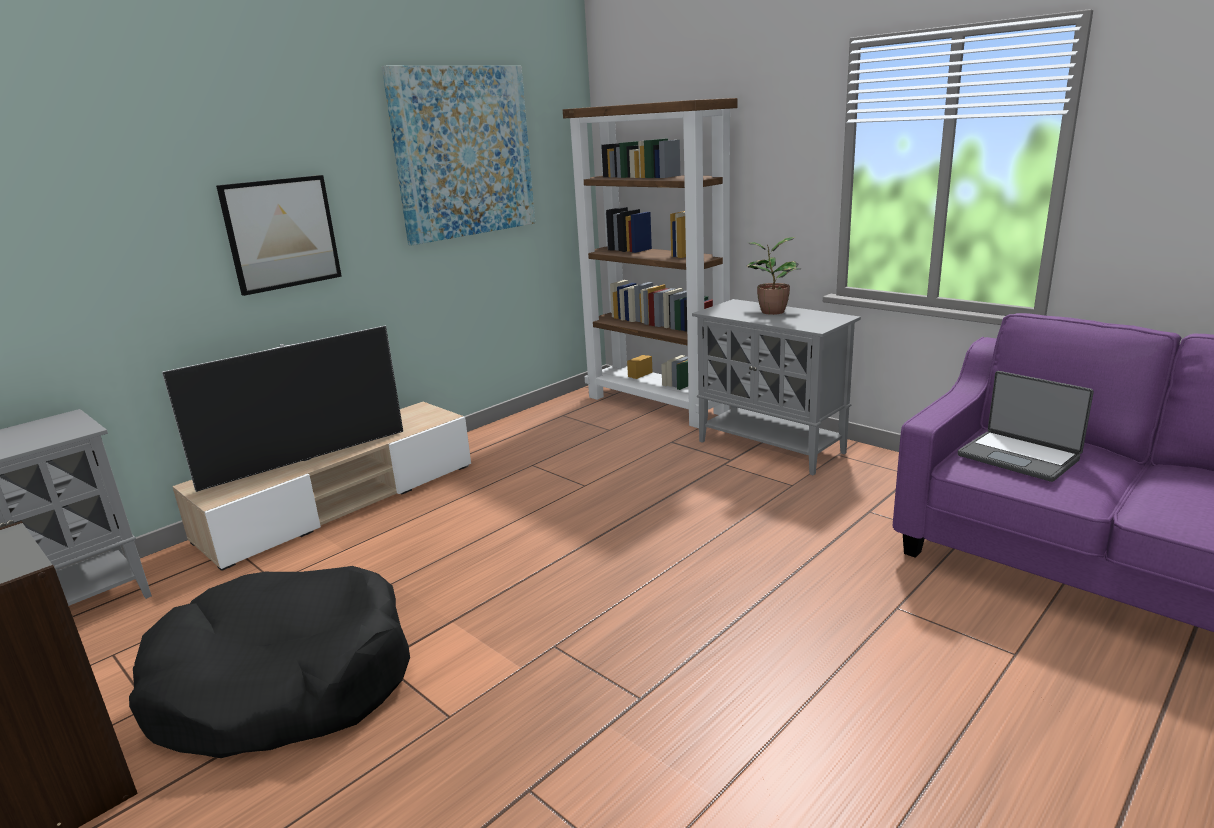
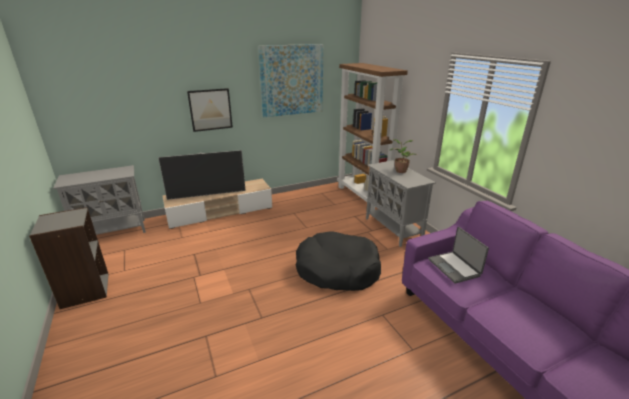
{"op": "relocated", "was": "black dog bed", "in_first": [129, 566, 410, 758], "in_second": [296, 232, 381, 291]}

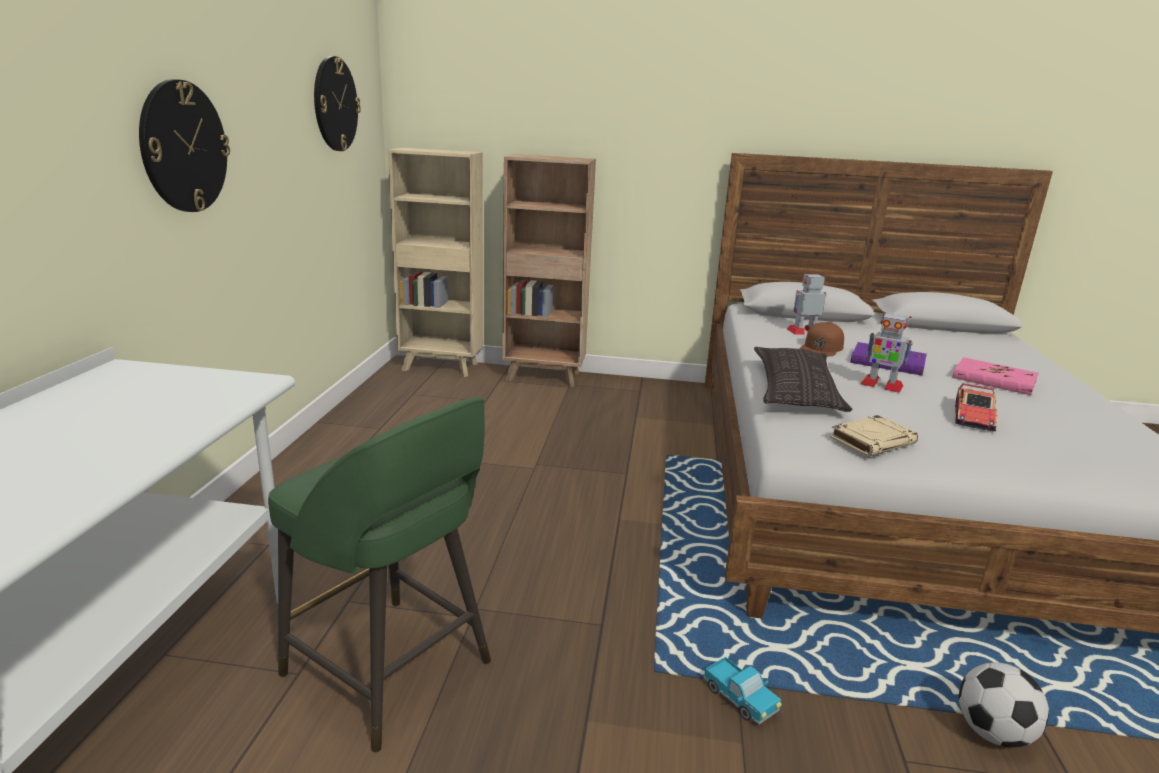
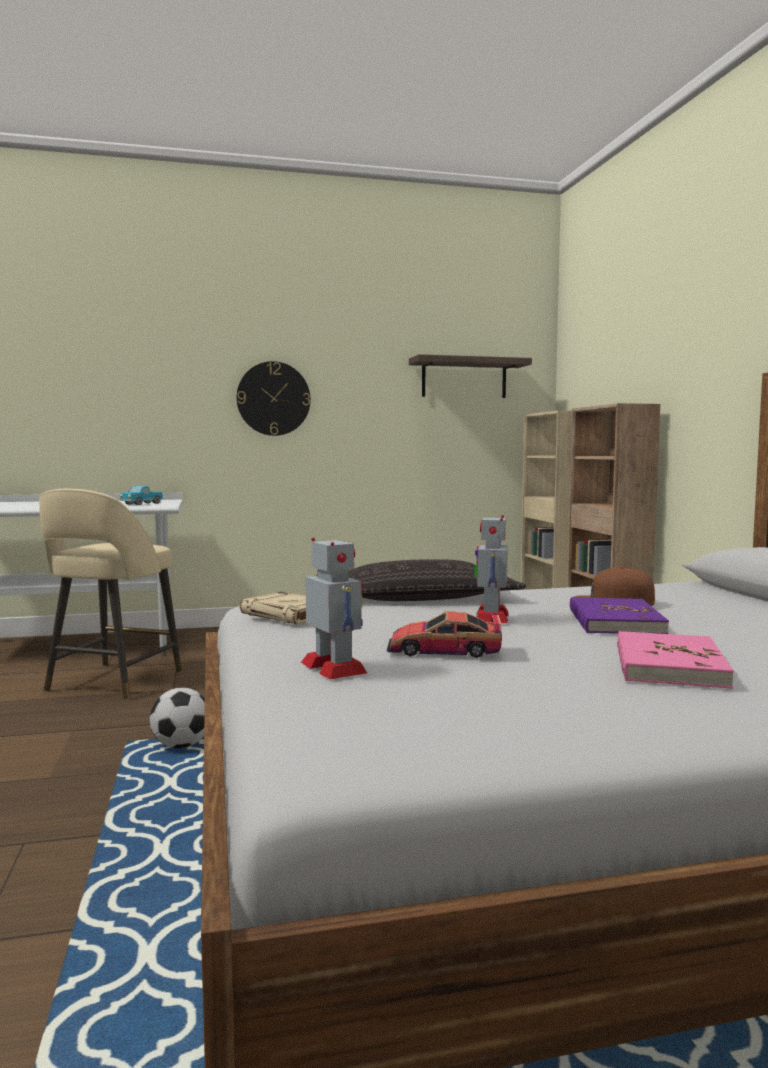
{"op": "colour", "was": "green stool", "now": "beige stool", "in_first": [268, 397, 491, 753], "in_second": [39, 489, 182, 700]}
{"op": "exchanged", "was": "wall clock", "now": "shelf", "in_first": [314, 56, 361, 151], "in_second": [409, 354, 532, 398]}
{"op": "relocated", "was": "toy truck", "in_first": [703, 657, 782, 725], "in_second": [120, 486, 163, 505]}
{"op": "relocated", "was": "toy robot", "in_first": [787, 274, 827, 335], "in_second": [301, 538, 367, 680]}
{"op": "relocated", "was": "football", "in_first": [959, 662, 1049, 747], "in_second": [150, 688, 205, 748]}

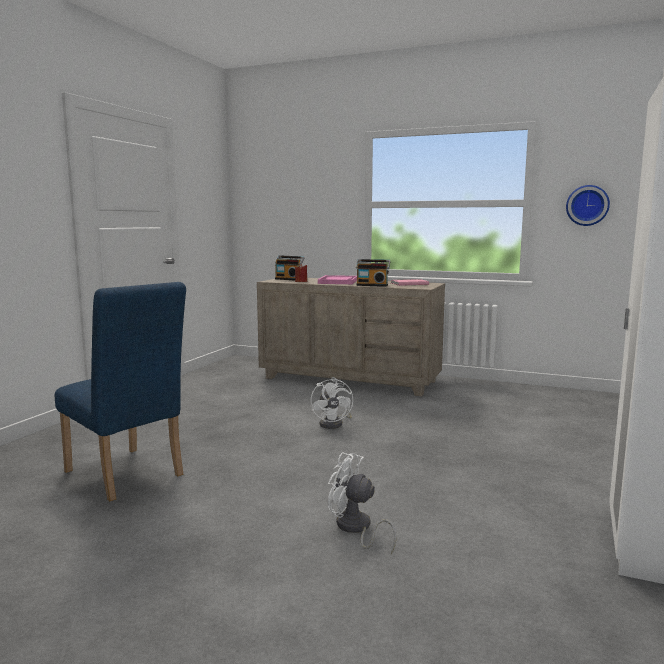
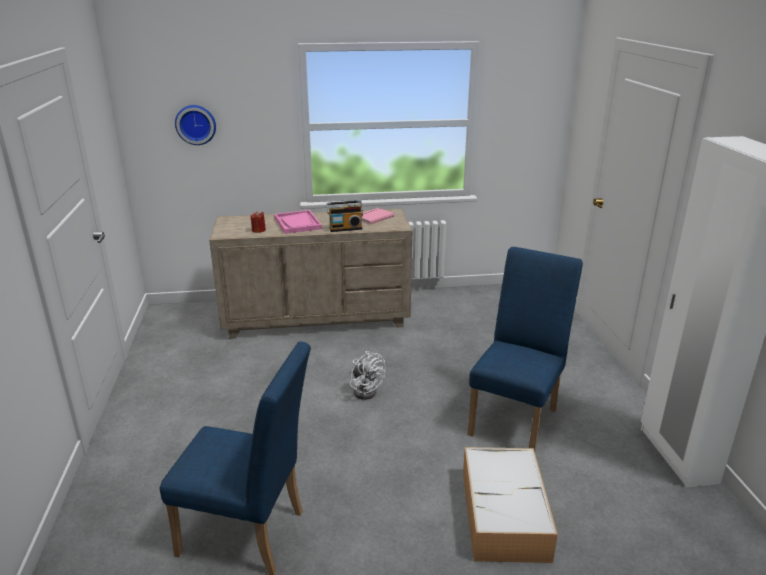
{"op": "missing", "was": "radio", "in_first": [275, 256, 305, 280]}
{"op": "exchanged", "was": "white fan", "now": "storage box", "in_first": [328, 452, 397, 555], "in_second": [463, 447, 558, 563]}
{"op": "relocated", "was": "wall clock", "in_first": [566, 185, 610, 226], "in_second": [175, 105, 216, 145]}
{"op": "appeared", "now": "blue chair", "in_second": [467, 247, 583, 452]}

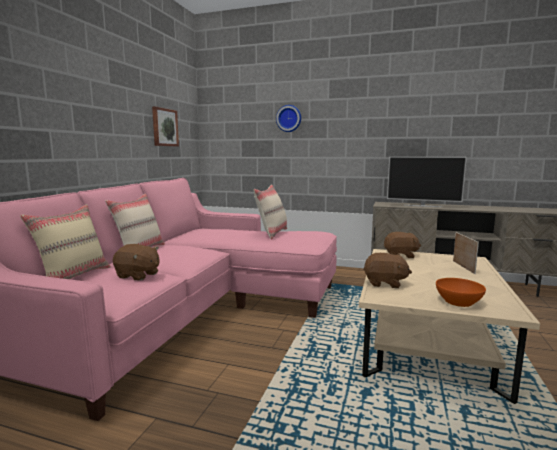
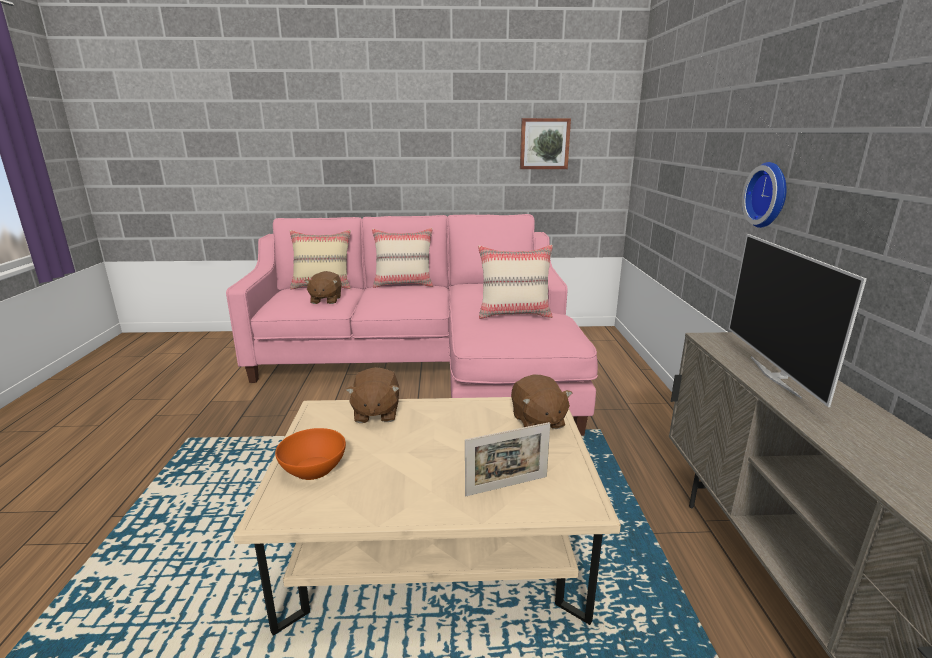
{"op": "relocated", "was": "wall clock", "in_first": [276, 105, 301, 132], "in_second": [742, 162, 787, 228]}

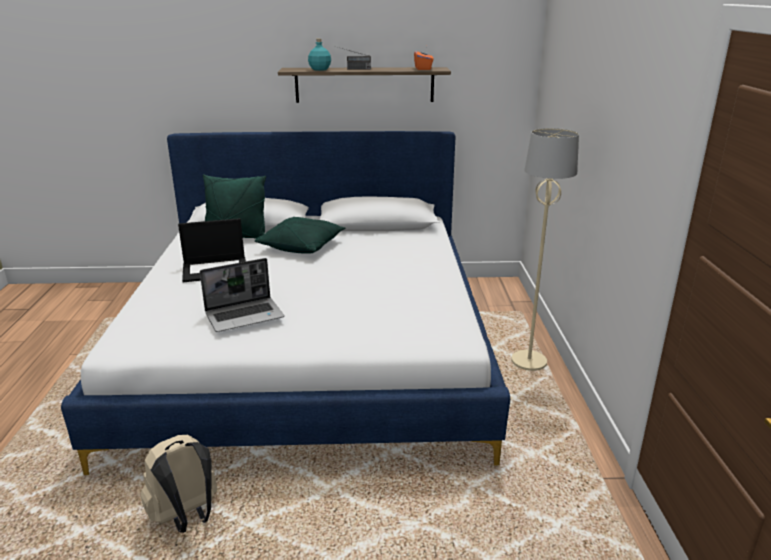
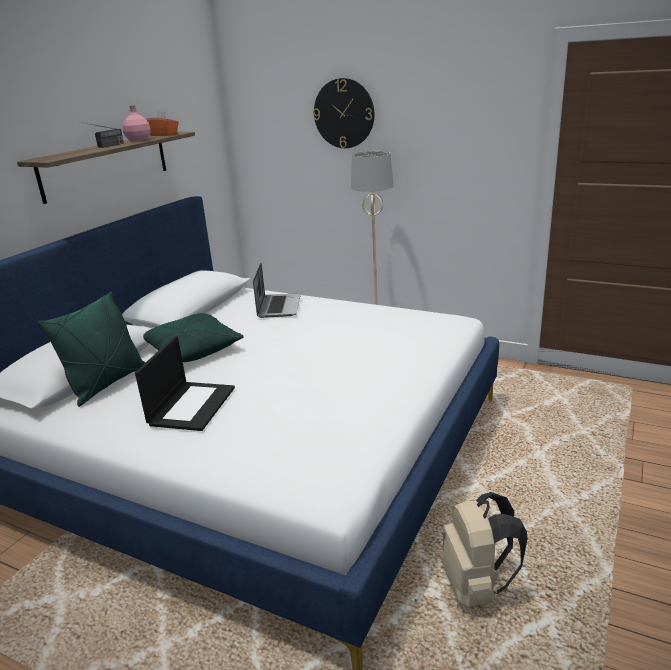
{"op": "relocated", "was": "laptop", "in_first": [200, 258, 284, 332], "in_second": [253, 263, 301, 318]}
{"op": "missing", "was": "turquoise bottle", "in_first": [308, 39, 331, 71]}
{"op": "appeared", "now": "pink bottle", "in_second": [122, 105, 151, 142]}
{"op": "appeared", "now": "wall clock", "in_second": [313, 78, 374, 148]}

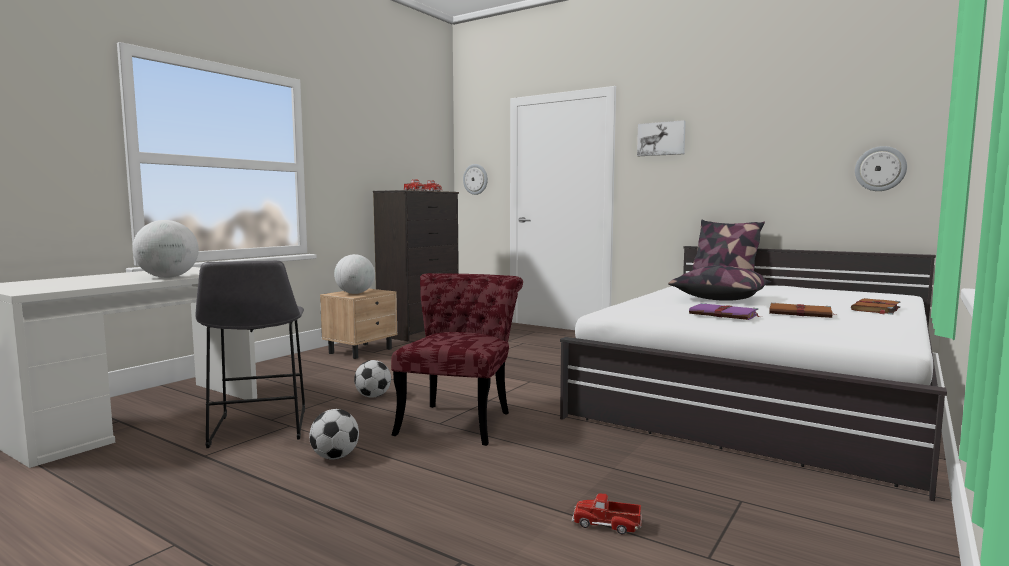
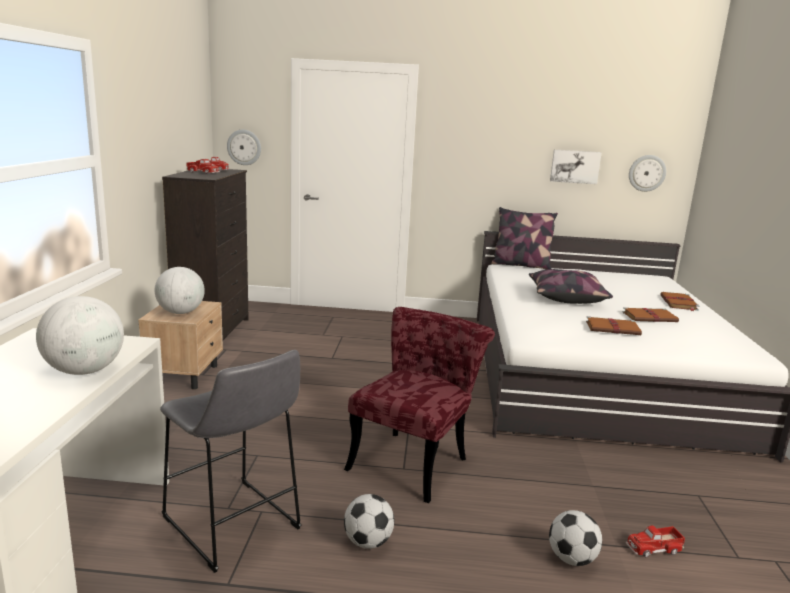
{"op": "relocated", "was": "football", "in_first": [354, 360, 391, 398], "in_second": [549, 510, 602, 566]}
{"op": "spun", "was": "red chair", "in_first": [391, 273, 523, 446], "in_second": [344, 307, 495, 503], "clockwise": 45}
{"op": "relocated", "was": "picture", "in_first": [637, 120, 686, 156], "in_second": [550, 150, 602, 184]}
{"op": "colour", "was": "purple book", "now": "brown book", "in_first": [689, 303, 761, 320], "in_second": [586, 316, 642, 335]}

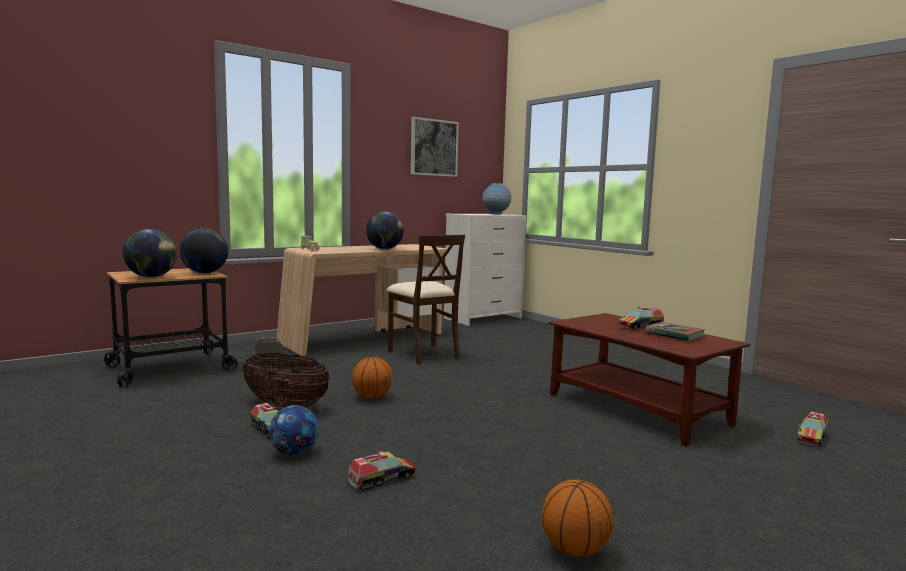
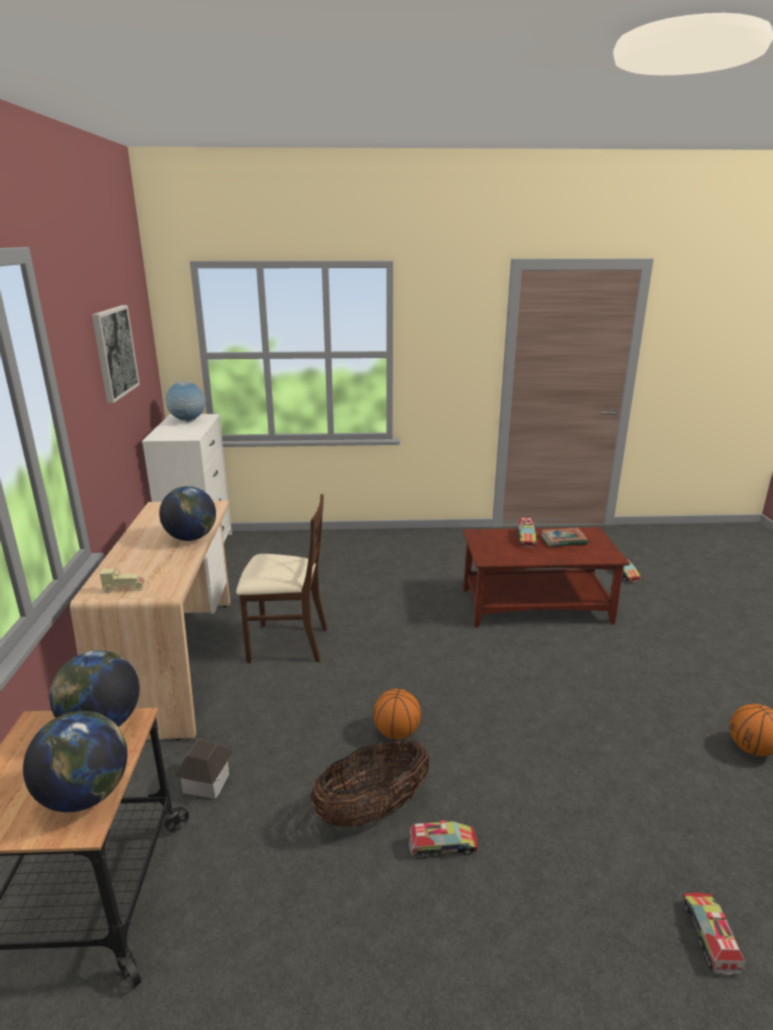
{"op": "missing", "was": "football", "in_first": [269, 405, 319, 455]}
{"op": "relocated", "was": "toy truck", "in_first": [348, 451, 416, 491], "in_second": [683, 892, 745, 976]}

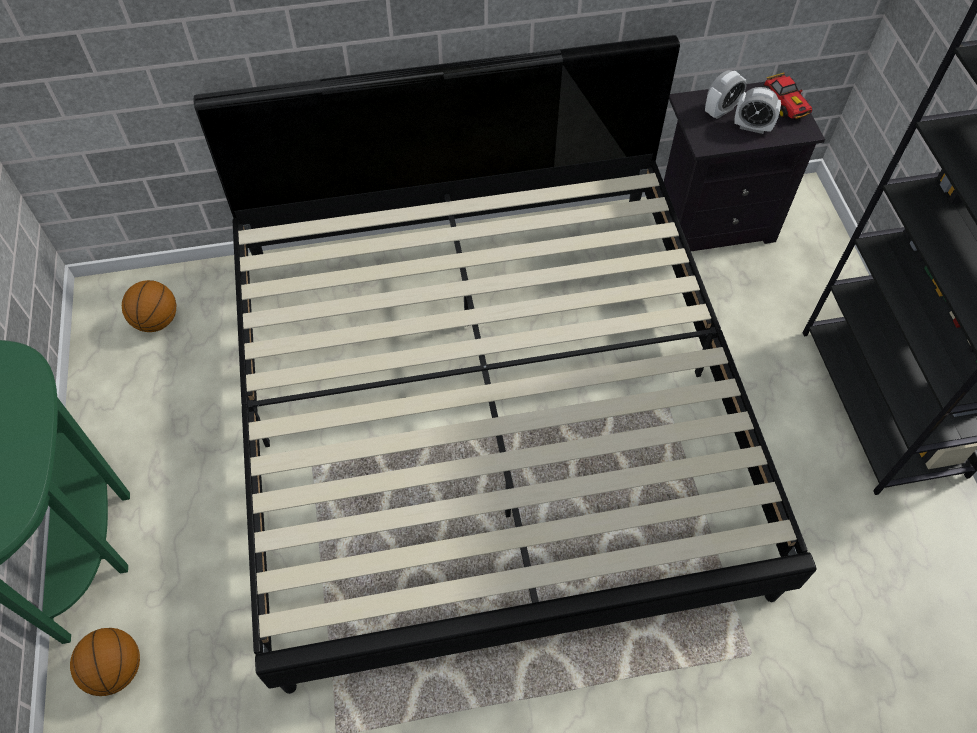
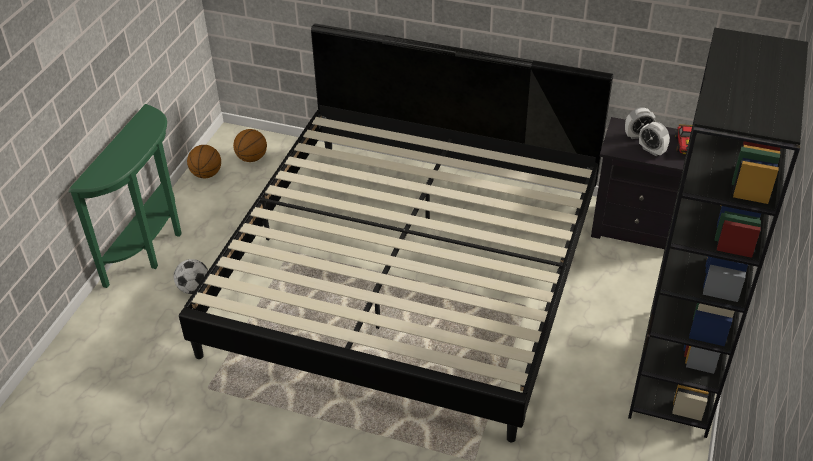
{"op": "relocated", "was": "basketball", "in_first": [70, 628, 140, 696], "in_second": [187, 145, 221, 178]}
{"op": "appeared", "now": "football", "in_second": [174, 259, 208, 294]}

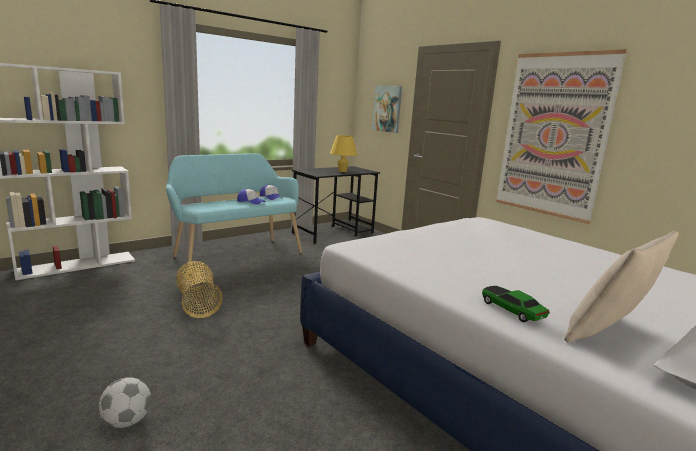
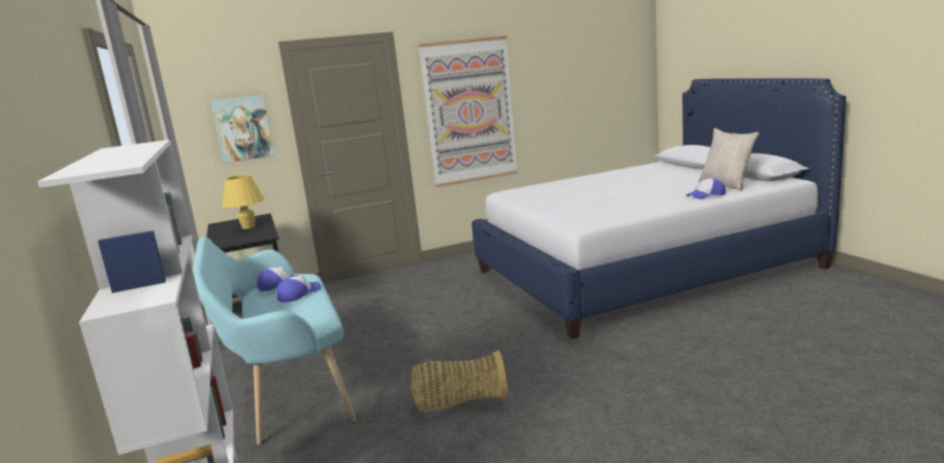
{"op": "missing", "was": "football", "in_first": [99, 377, 151, 428]}
{"op": "exchanged", "was": "toy car", "now": "cap", "in_first": [482, 286, 550, 322], "in_second": [686, 178, 726, 199]}

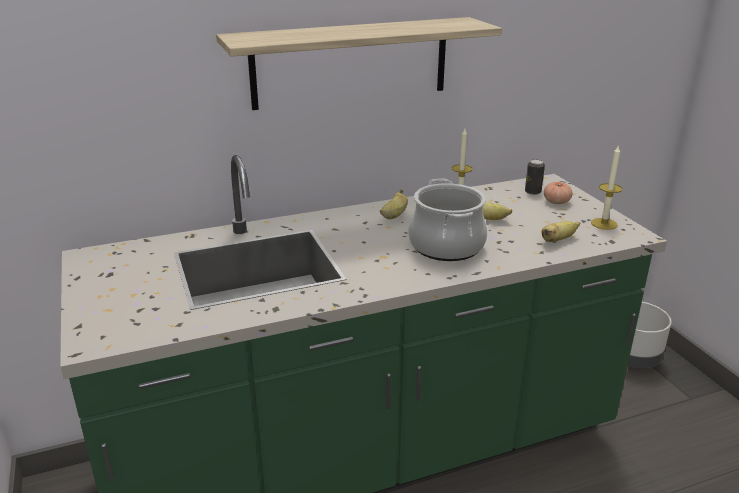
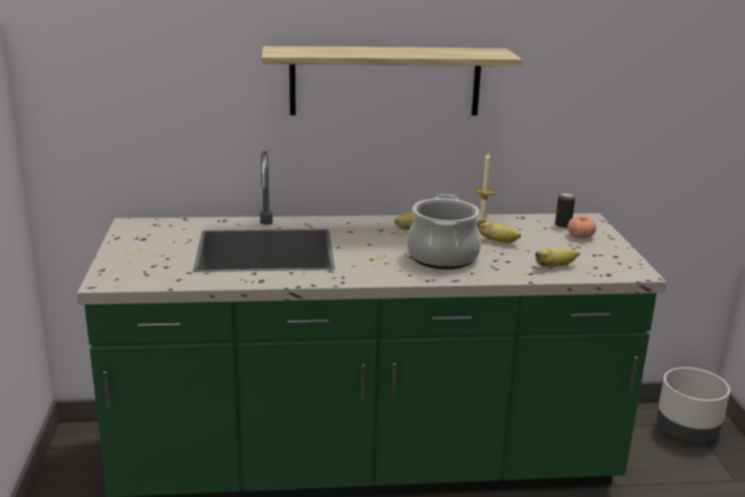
{"op": "missing", "was": "candle", "in_first": [591, 144, 622, 230]}

